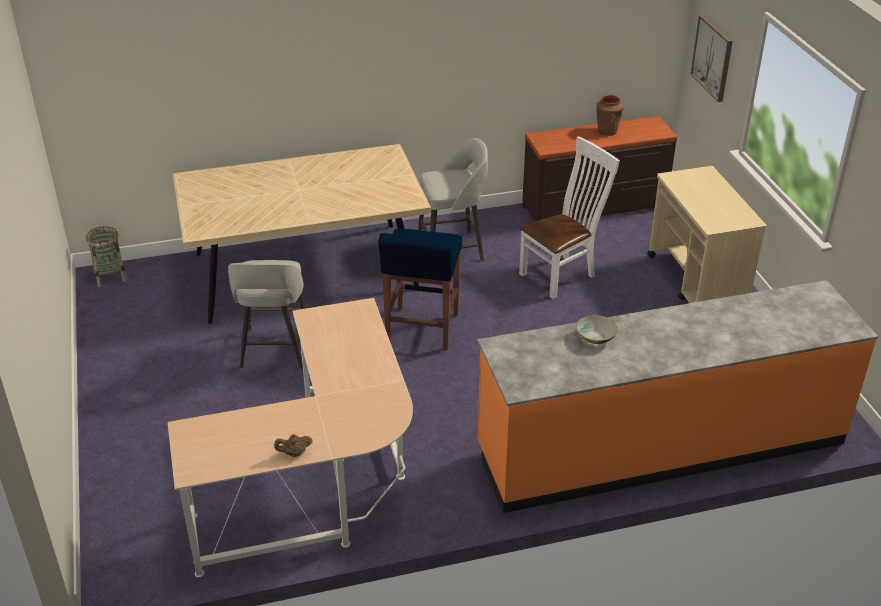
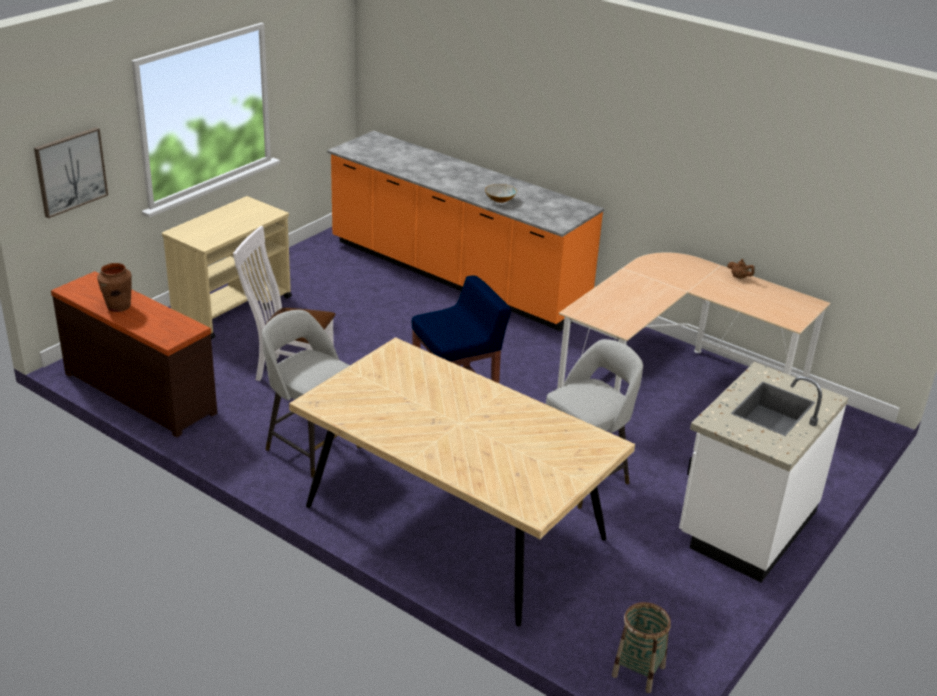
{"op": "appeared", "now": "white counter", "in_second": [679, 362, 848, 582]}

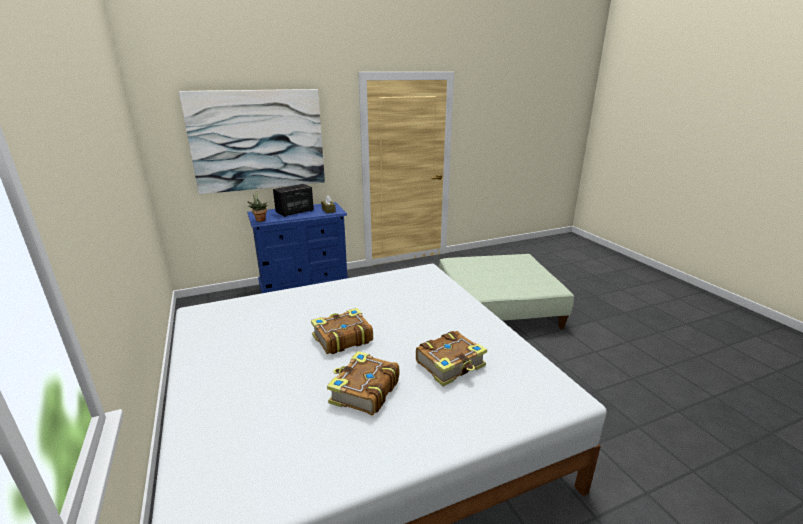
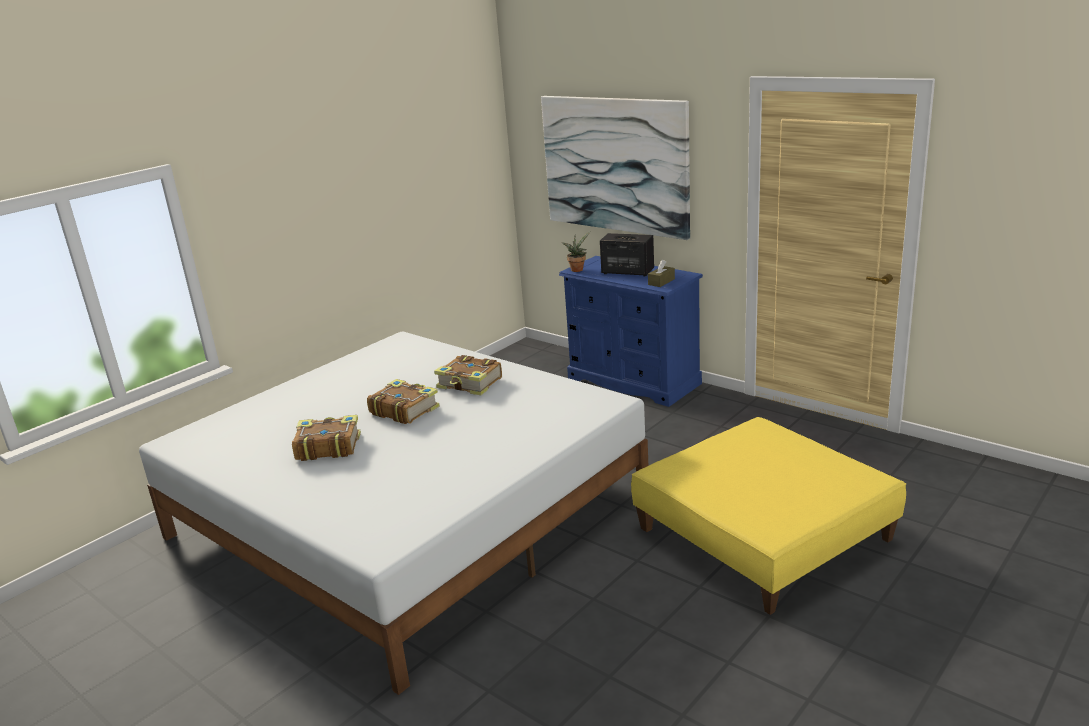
{"op": "relocated", "was": "book", "in_first": [416, 331, 487, 387], "in_second": [434, 355, 502, 395]}
{"op": "colour", "was": "green ottoman", "now": "yellow ottoman", "in_first": [439, 254, 574, 329], "in_second": [631, 417, 906, 615]}

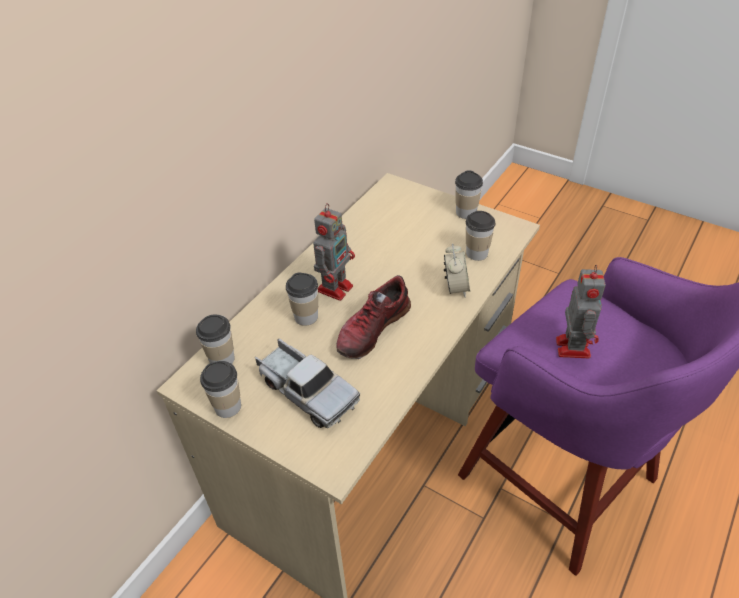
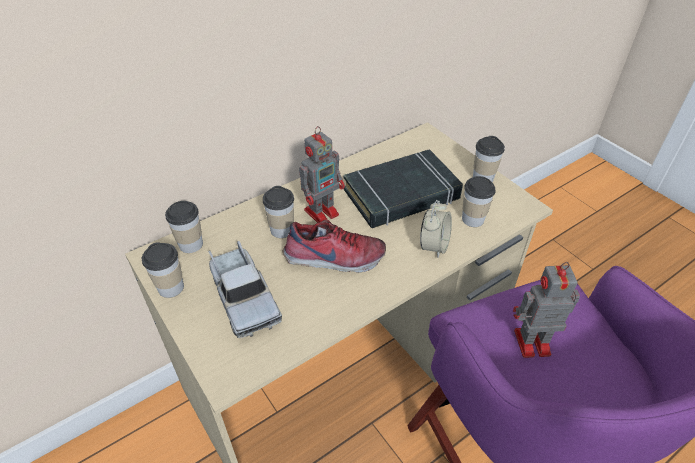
{"op": "spun", "was": "shoe", "in_first": [336, 275, 411, 359], "in_second": [283, 219, 386, 273], "clockwise": -150}
{"op": "spun", "was": "toy robot", "in_first": [556, 265, 606, 358], "in_second": [513, 262, 580, 358], "clockwise": -120}
{"op": "appeared", "now": "black book", "in_second": [343, 149, 463, 228]}

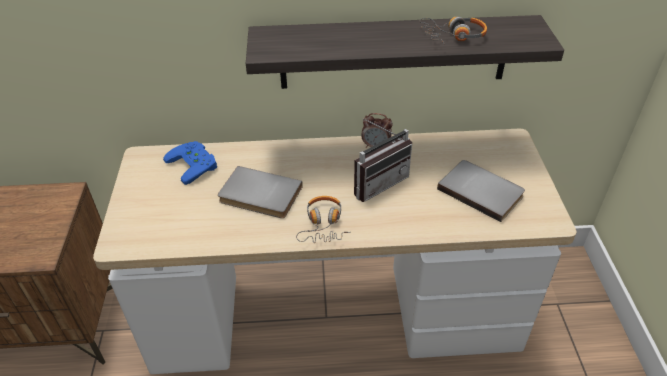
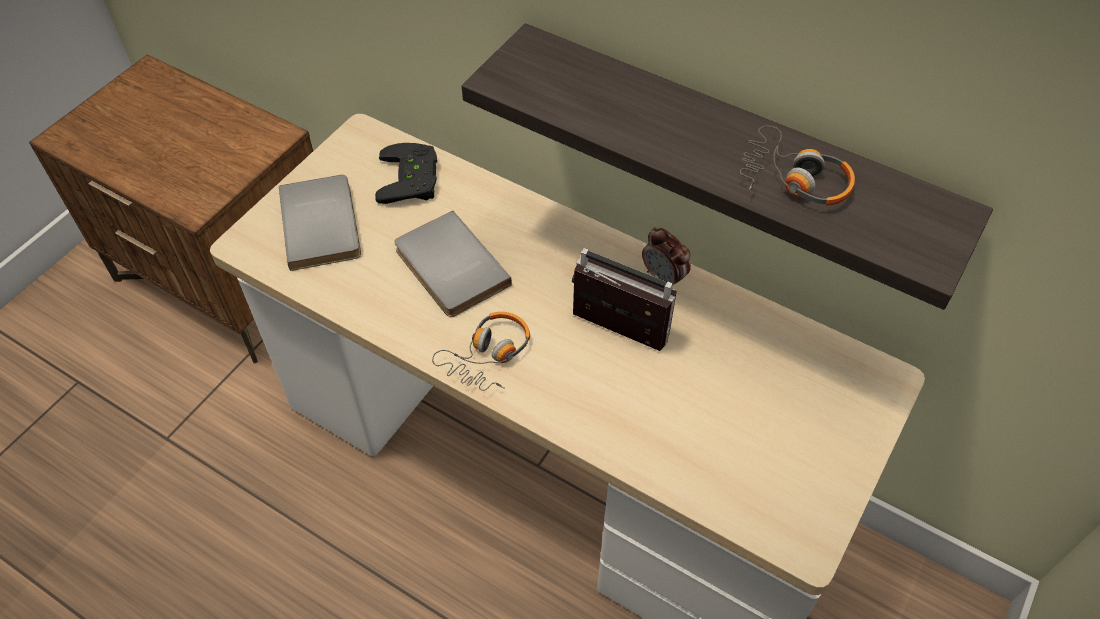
{"op": "colour", "was": "blue game controller", "now": "black game controller", "in_first": [163, 141, 217, 185], "in_second": [375, 143, 437, 204]}
{"op": "spun", "was": "radio", "in_first": [354, 118, 412, 202], "in_second": [572, 248, 677, 351], "clockwise": -150}
{"op": "relocated", "was": "grey book", "in_first": [437, 160, 525, 222], "in_second": [279, 175, 361, 271]}

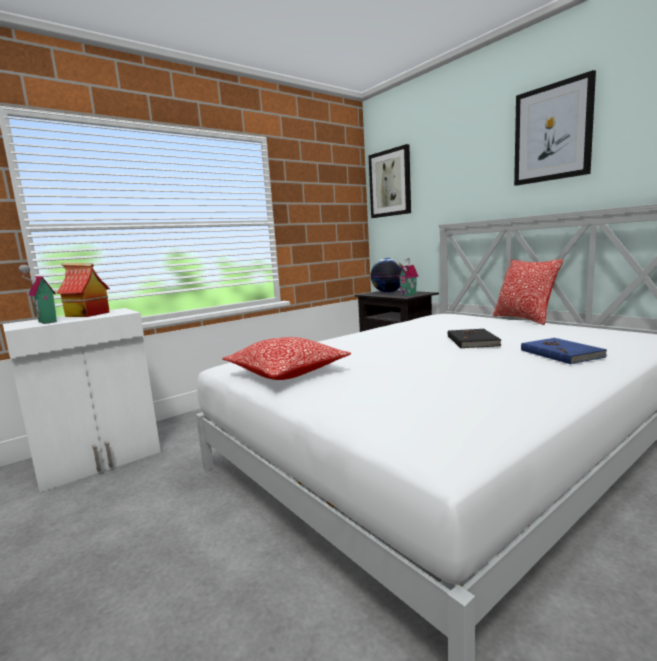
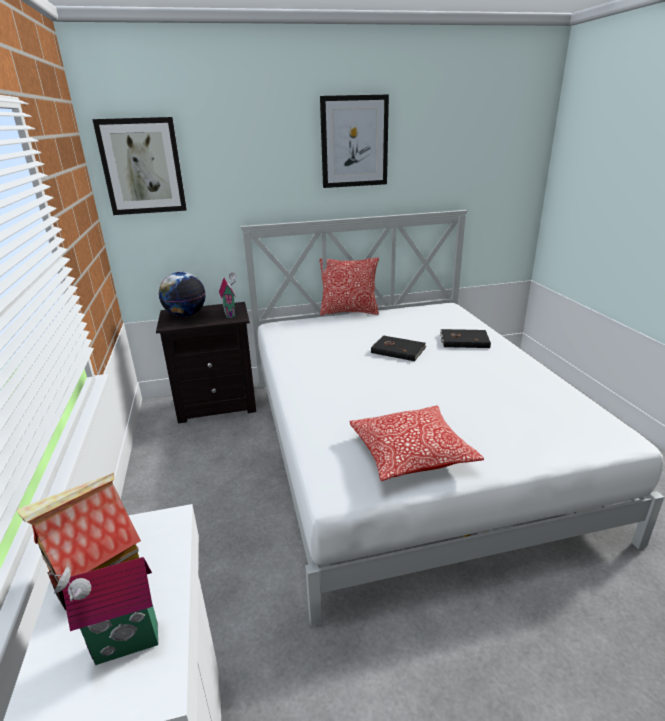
{"op": "colour", "was": "blue book", "now": "black book", "in_first": [521, 338, 607, 364], "in_second": [440, 329, 491, 348]}

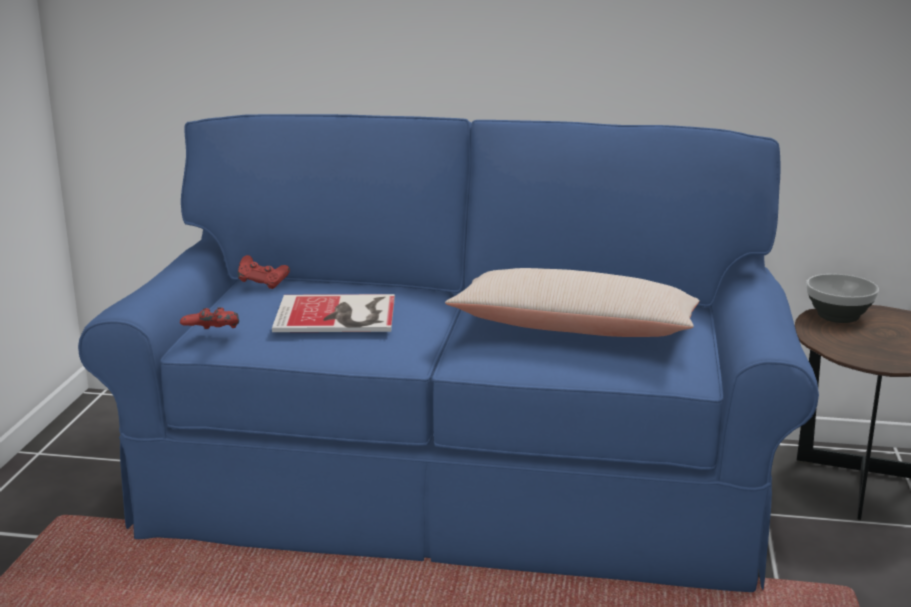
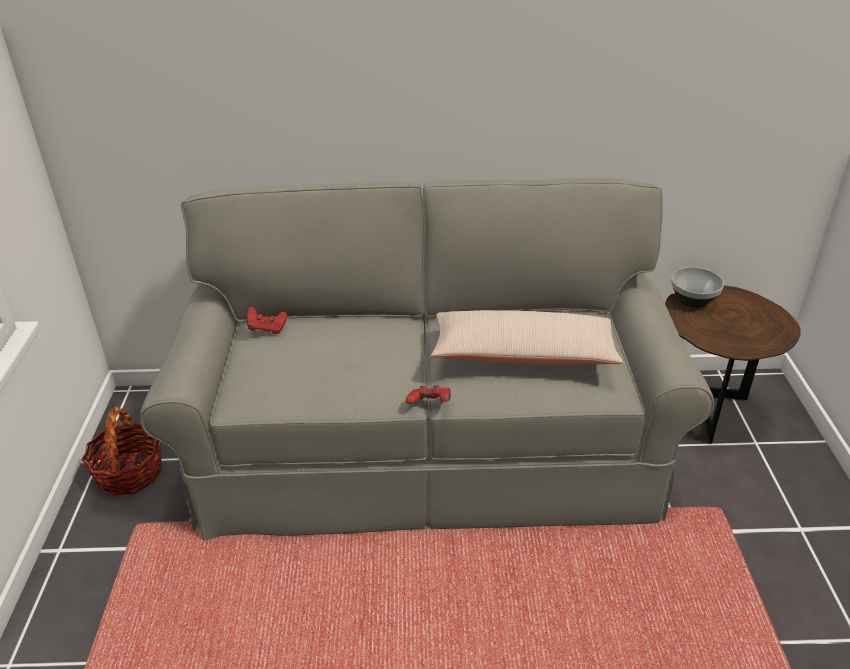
{"op": "colour", "was": "blue sofa", "now": "grey sofa", "in_first": [78, 114, 819, 592], "in_second": [140, 178, 714, 540]}
{"op": "relocated", "was": "red game controller", "in_first": [180, 307, 239, 329], "in_second": [406, 385, 451, 404]}
{"op": "missing", "was": "book", "in_first": [272, 294, 395, 332]}
{"op": "appeared", "now": "basket", "in_second": [82, 406, 163, 496]}

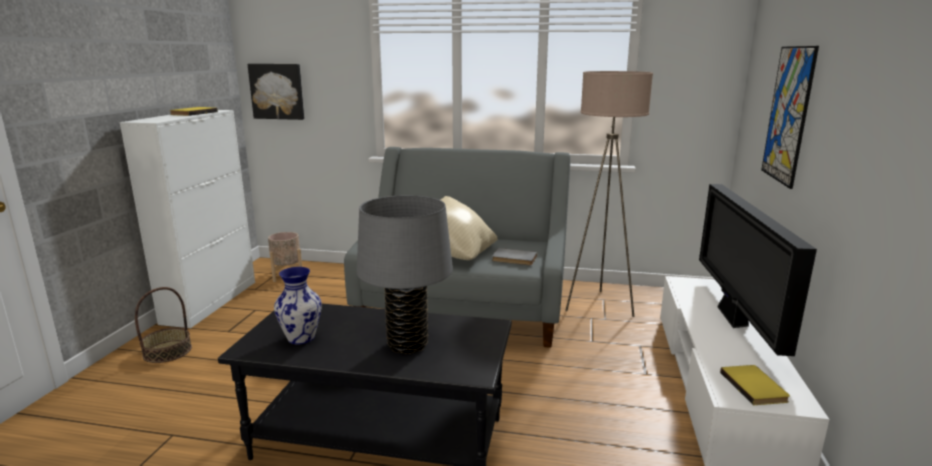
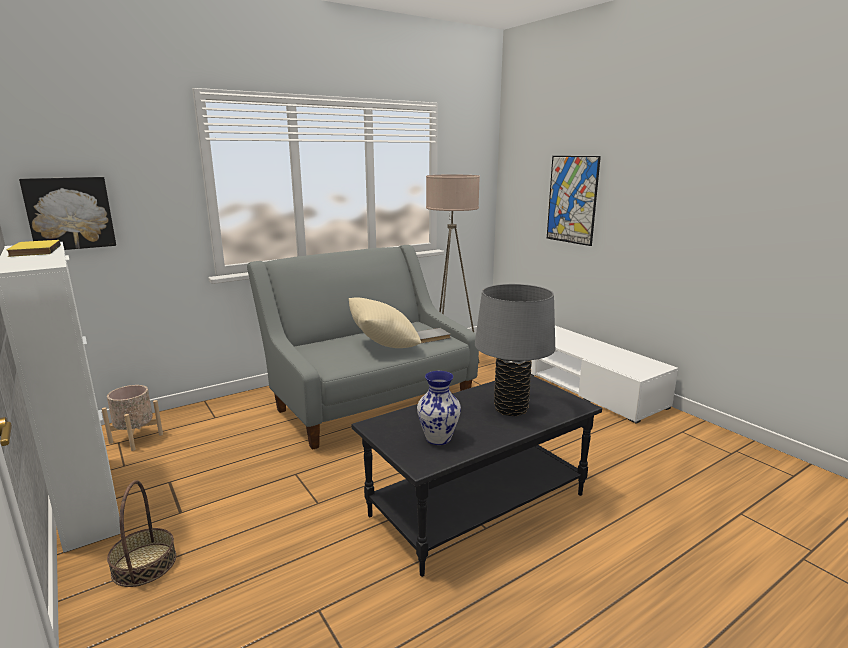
{"op": "missing", "was": "television", "in_first": [699, 184, 817, 356]}
{"op": "missing", "was": "yellow book", "in_first": [720, 365, 790, 405]}

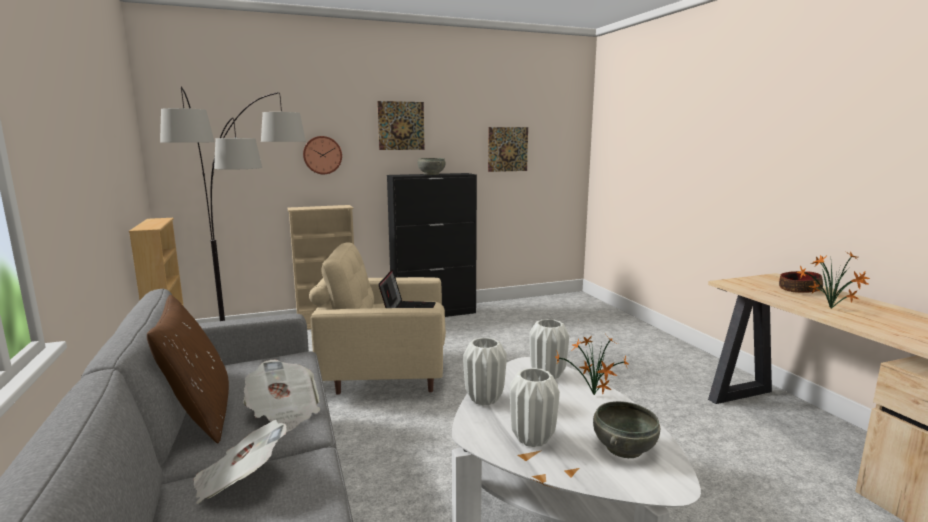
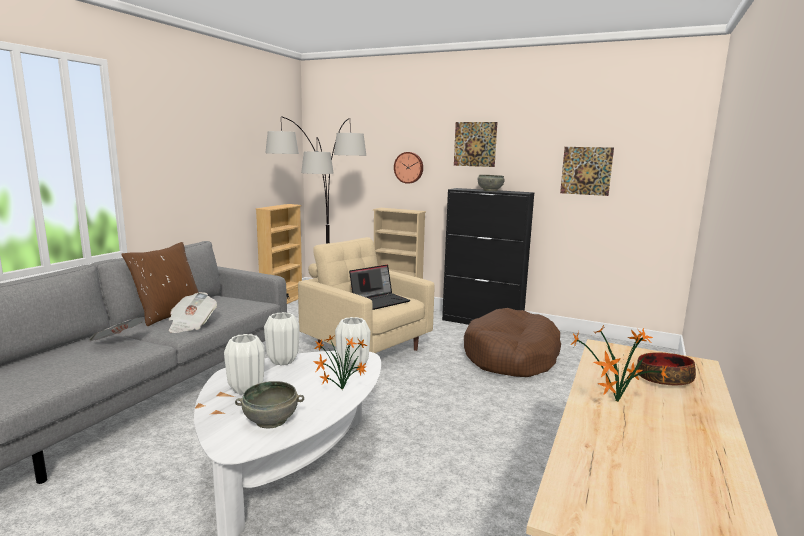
{"op": "appeared", "now": "brown dog bed", "in_second": [464, 308, 561, 377]}

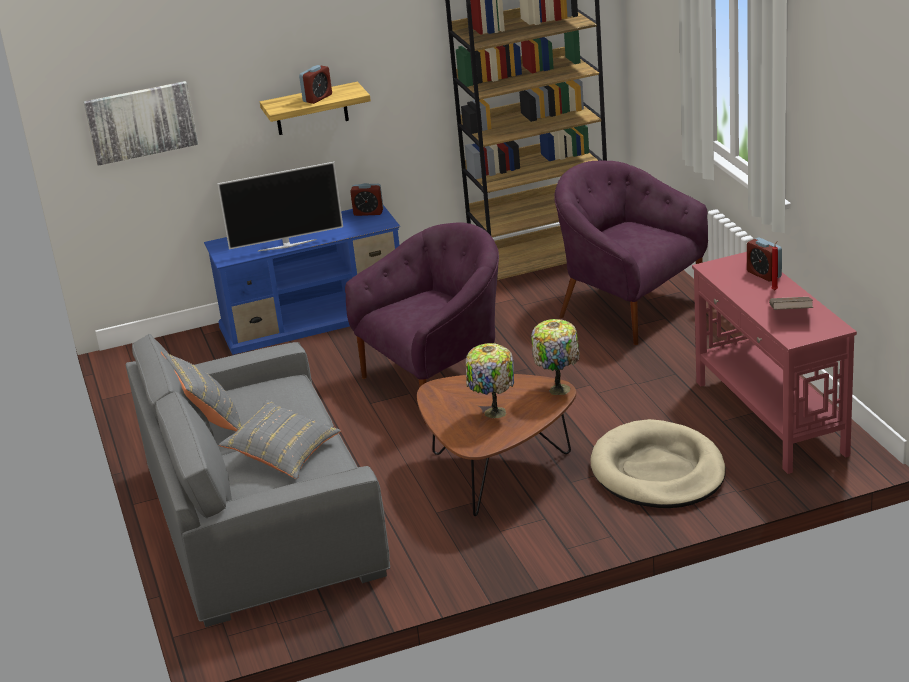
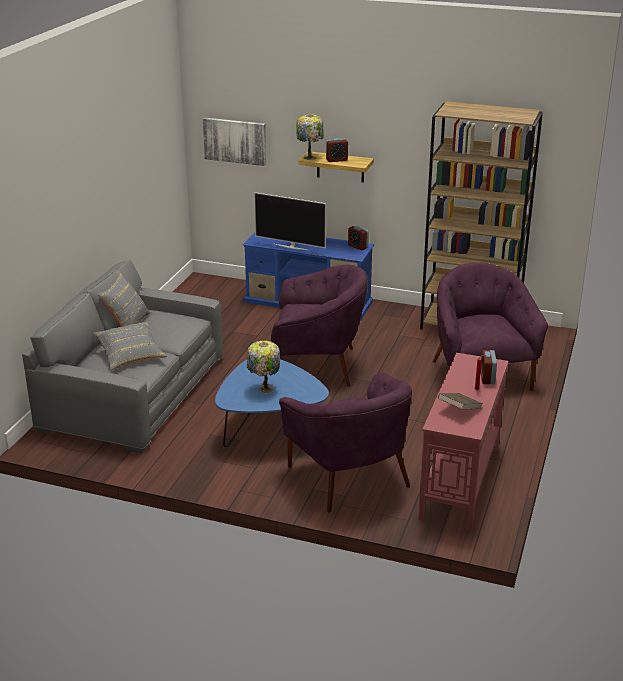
{"op": "colour", "was": "brown coffee table", "now": "blue coffee table", "in_first": [417, 374, 576, 516], "in_second": [215, 359, 329, 447]}
{"op": "relocated", "was": "table lamp", "in_first": [531, 319, 580, 395], "in_second": [296, 114, 324, 160]}
{"op": "exchanged", "was": "beige dog bed", "now": "purple armchair", "in_first": [591, 419, 726, 508], "in_second": [279, 372, 412, 513]}

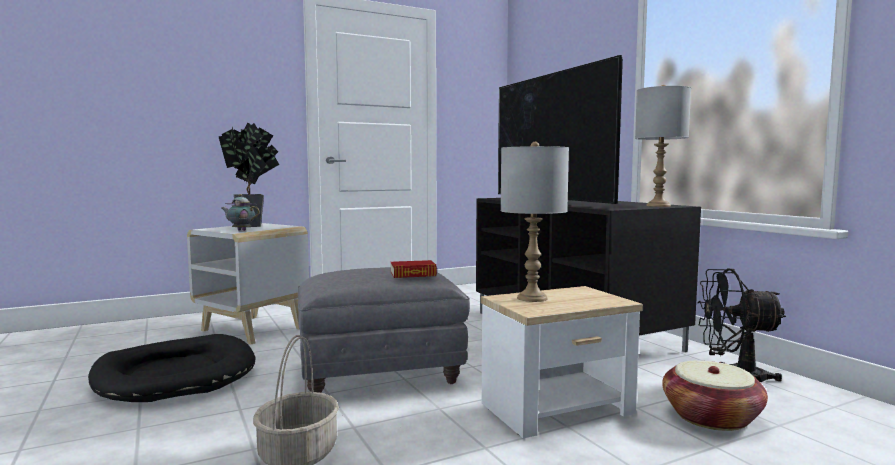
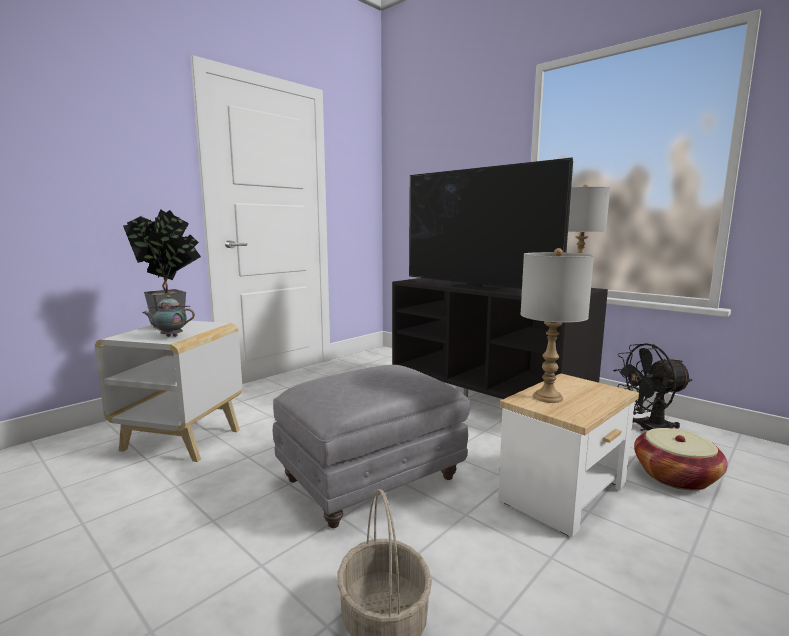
{"op": "missing", "was": "black dog bed", "in_first": [88, 334, 255, 402]}
{"op": "missing", "was": "book", "in_first": [391, 260, 437, 278]}

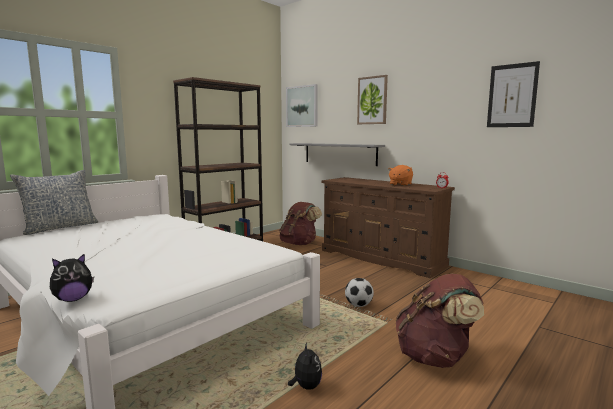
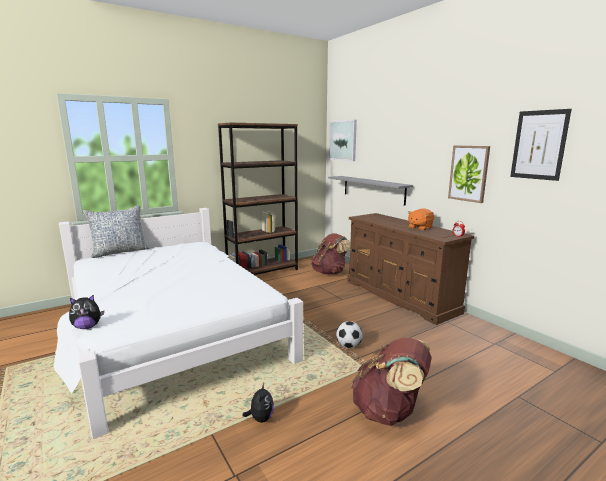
{"op": "relocated", "was": "picture", "in_first": [357, 75, 388, 124], "in_second": [448, 146, 490, 203]}

